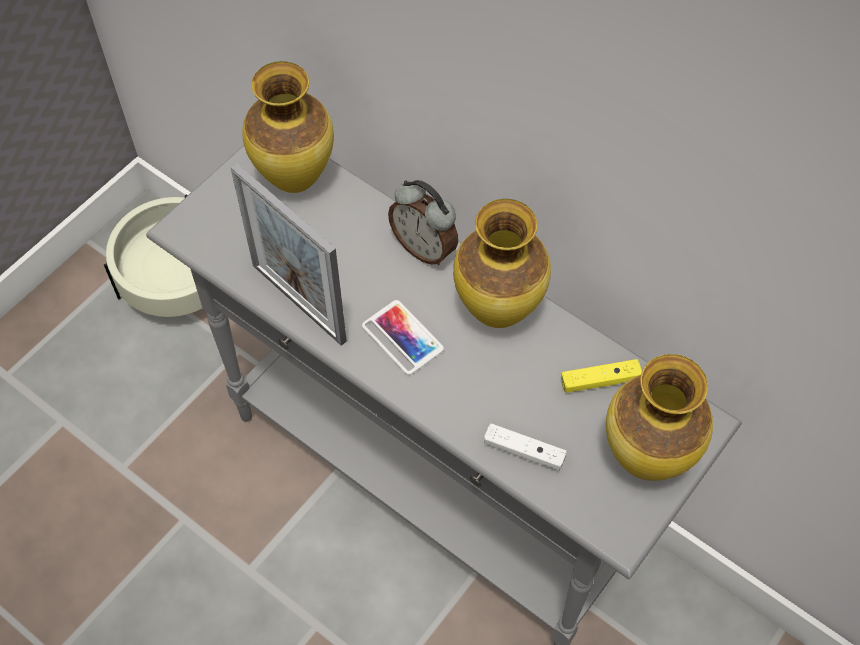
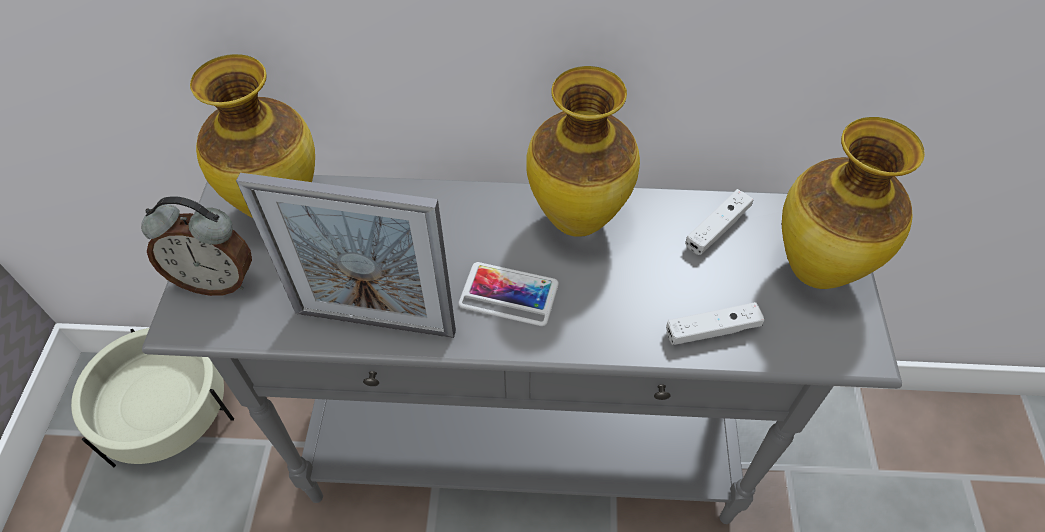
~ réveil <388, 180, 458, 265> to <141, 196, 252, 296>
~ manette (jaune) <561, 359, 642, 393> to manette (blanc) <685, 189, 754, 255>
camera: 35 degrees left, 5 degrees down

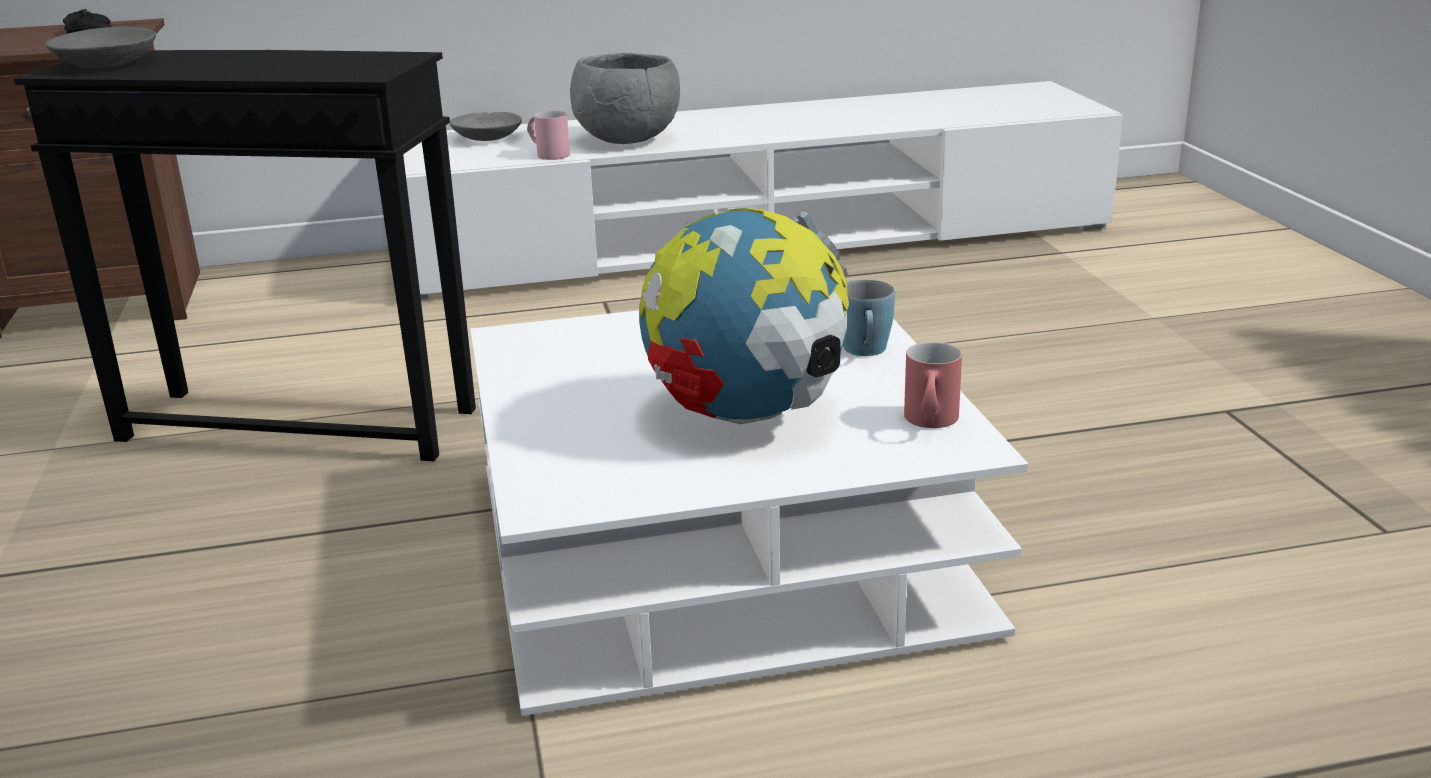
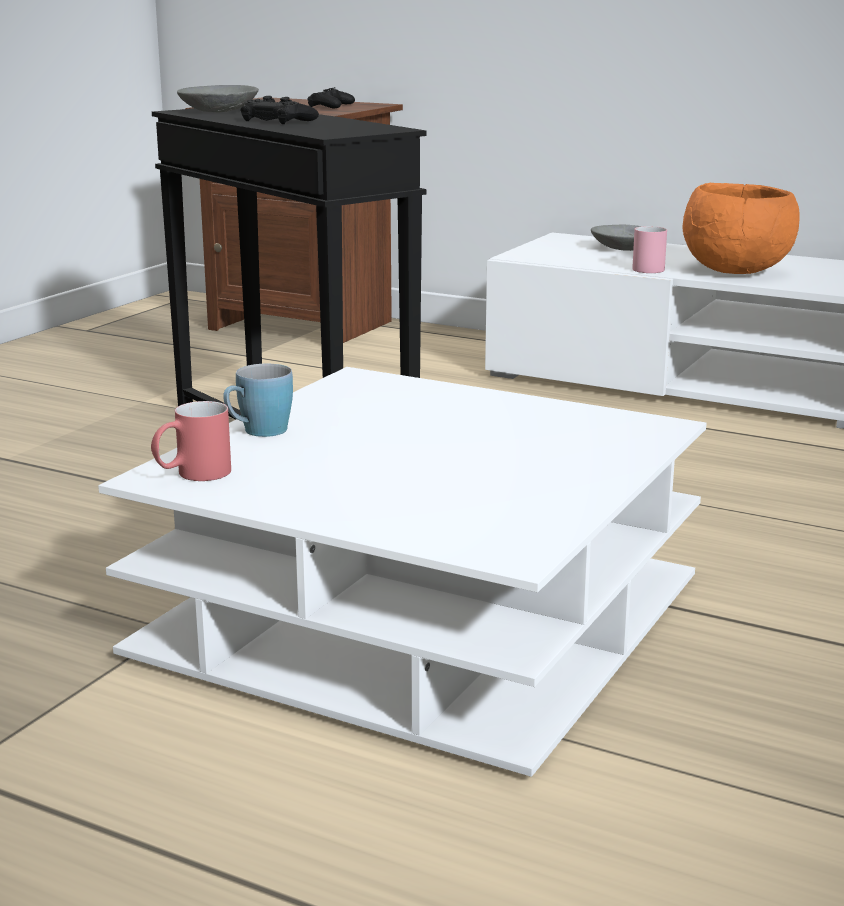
~ mug (rouge) <904, 342, 962, 428> to <151, 401, 231, 481>
~ mug (bleu) <843, 280, 895, 356> to <223, 364, 293, 437>
+ manette (noir) <240, 96, 319, 124>
~ bol (gris) <570, 53, 680, 144> to bol (orange) <683, 183, 800, 274>
- globe <639, 208, 849, 424>
camera: 40 degrees right, 5 degrees down

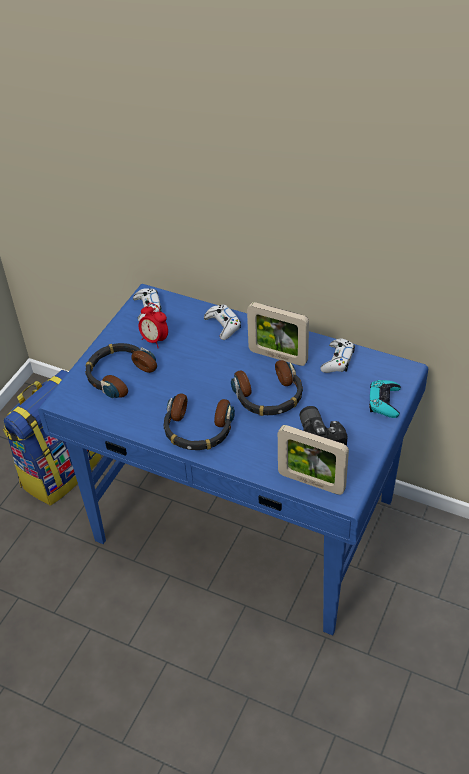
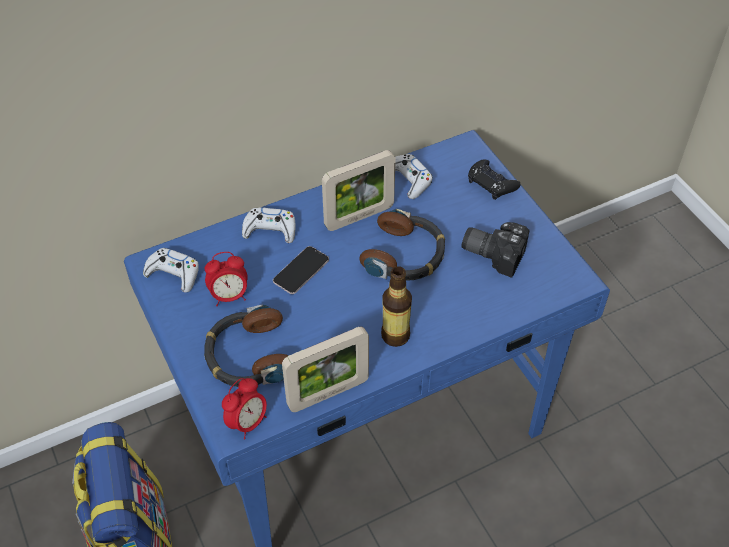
+ réveil <222, 378, 267, 439>
+ téléphone <273, 246, 329, 294>
~ cadre photo <278, 425, 349, 495> to <282, 327, 369, 412>
~ casque audio <164, 394, 235, 450> to bouteille <381, 266, 412, 347>
~ manette (turquoise) <369, 380, 401, 418> to manette (noir) <468, 160, 521, 200>
camera: 55 degrees left, 5 degrees up

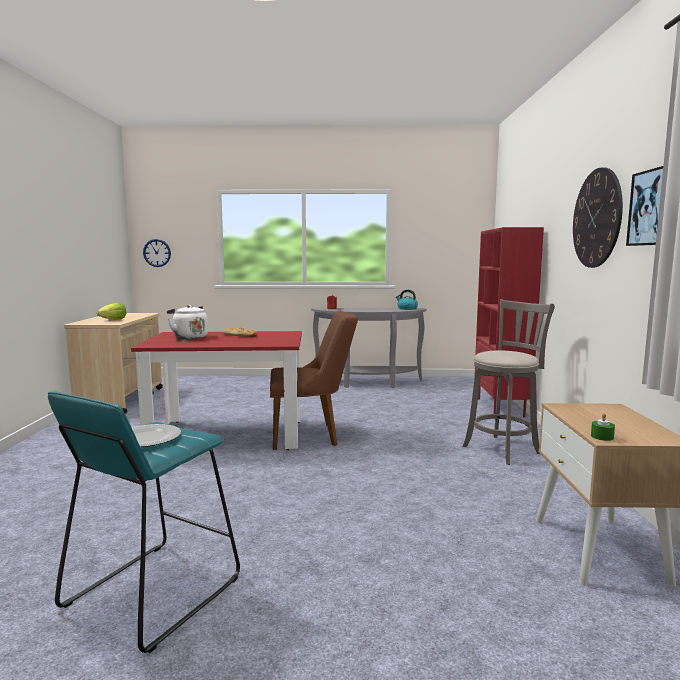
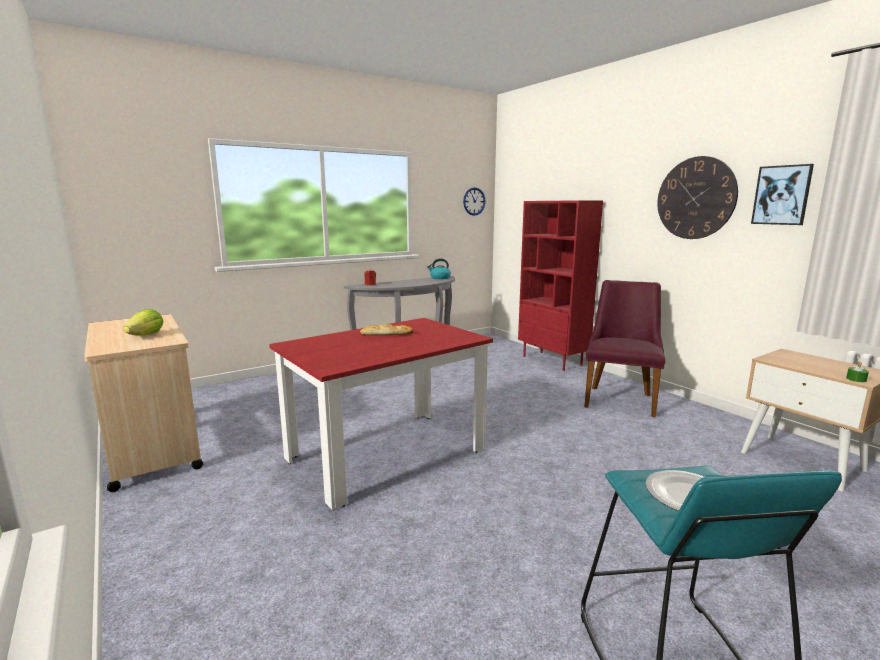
~ horloge murale <143, 239, 171, 267> to <463, 187, 486, 216>
~ tabouret (gris) <463, 299, 555, 465> to chaise (violet) <584, 280, 665, 417>
- bouilloire (blanc) <167, 305, 208, 339>
- chaise (marron) <270, 311, 358, 450>
camera: 35 degrees left, 5 degrees up

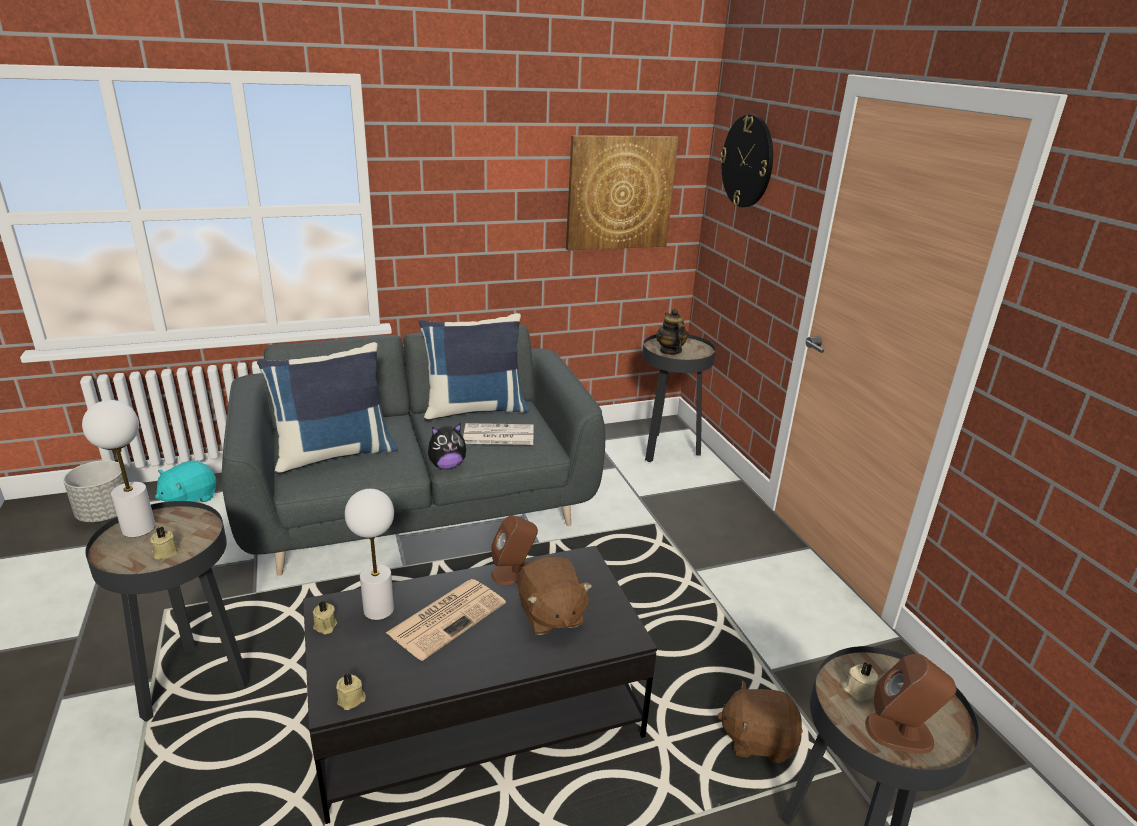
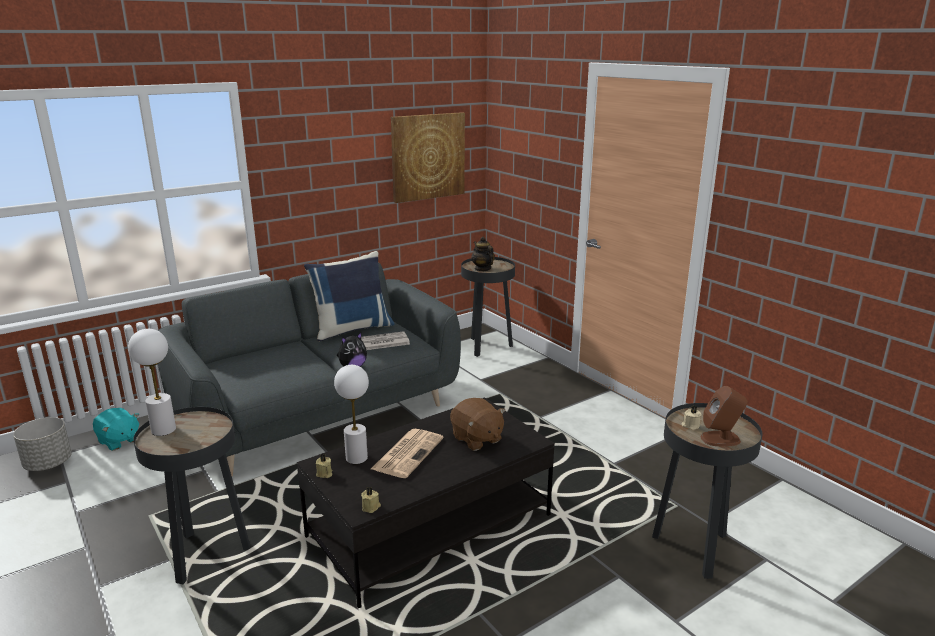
~ peluche (turquoise) <155, 461, 216, 502> = <93, 408, 139, 451> 75 degrees counterclockwise
- bougie (beige) <150, 526, 178, 559>
- coussin (bleu) <257, 342, 398, 474>
- enceinte (marron) <491, 515, 538, 585>
- peluche (marron) <717, 680, 803, 763>
- horloge murale <720, 114, 773, 207>
camera: 15 degrees left, 5 degrees down

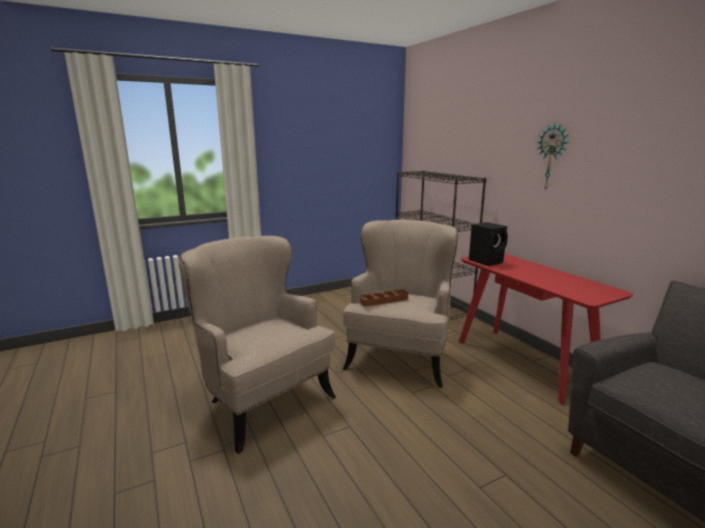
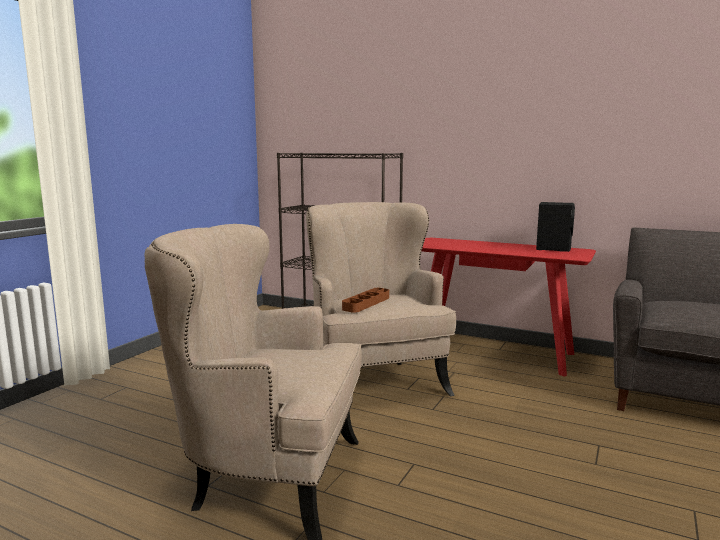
~ enceinte (noir) <469, 222, 508, 266> to <536, 202, 575, 252>
- horloge murale <537, 123, 569, 191>
camera: 35 degrees left, 5 degrees down

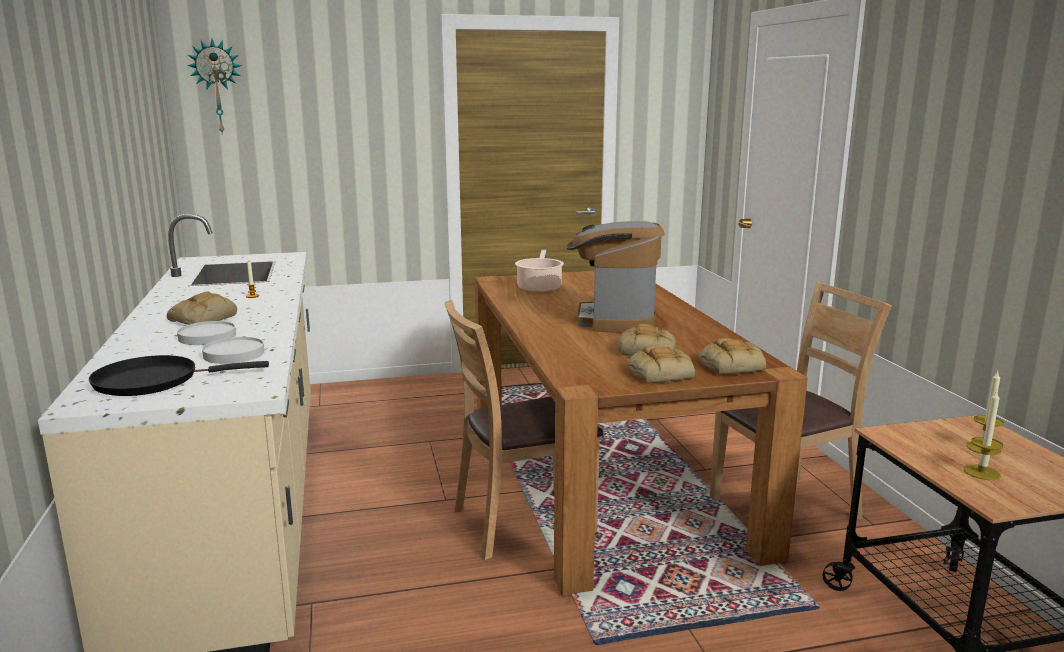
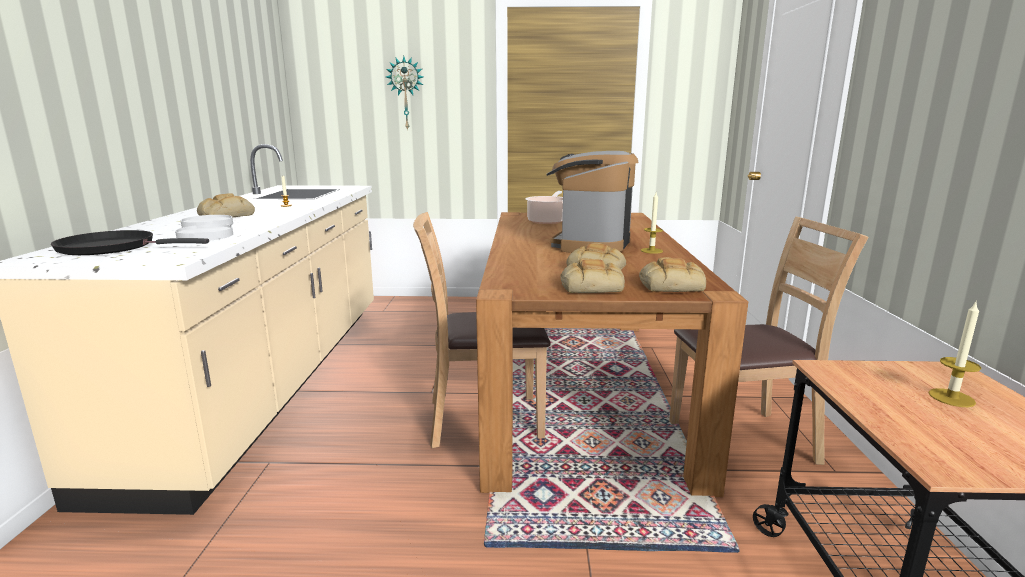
~ horloge murale <187, 39, 242, 133> to <386, 56, 423, 131>
~ bougie <964, 390, 1003, 480> to <641, 193, 663, 254>
camera: 15 degrees right, 0 degrees up

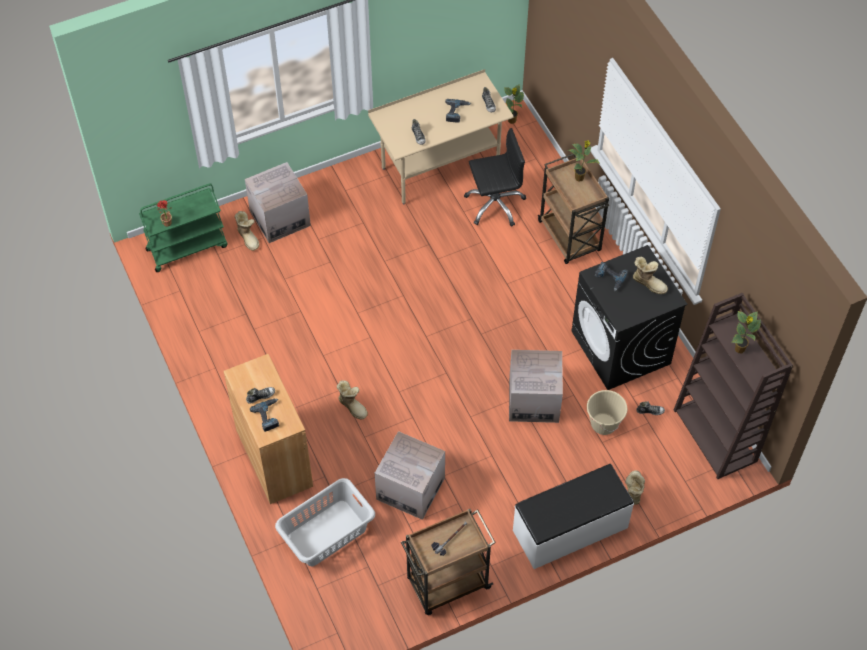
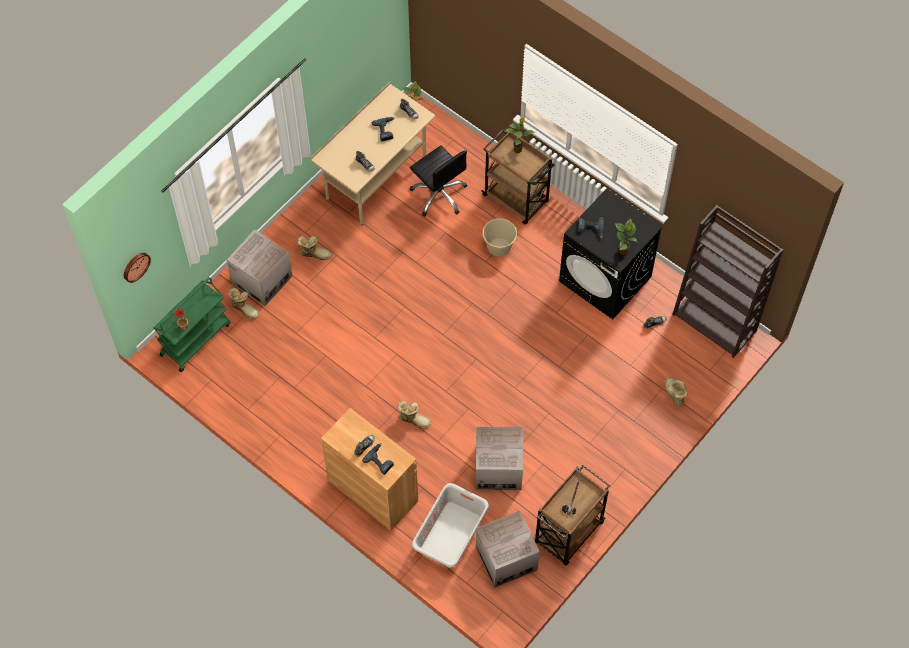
+ horloge murale <124, 253, 151, 283>
~ botte <633, 257, 668, 294> to <297, 236, 331, 260>
~ chaise de bureau (noir) <464, 128, 526, 227> = <410, 145, 467, 217> 90 degrees clockwise
~ carton <509, 350, 563, 423> to <476, 511, 540, 588>
~ seau (beige) <587, 390, 627, 435> to <482, 218, 517, 257>
~ plante en pot <731, 311, 761, 353> to <615, 218, 637, 255>
- banc (blanc) <513, 464, 634, 569>
camera: 25 degrees left, 5 degrees up

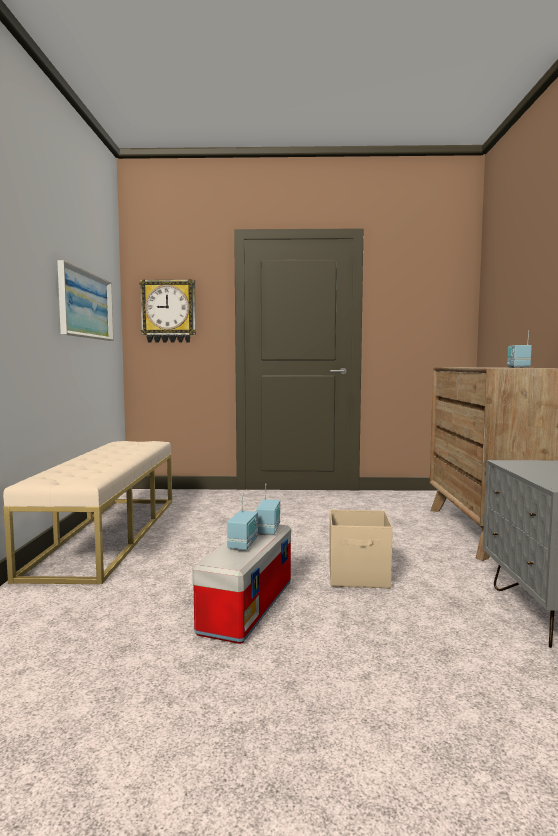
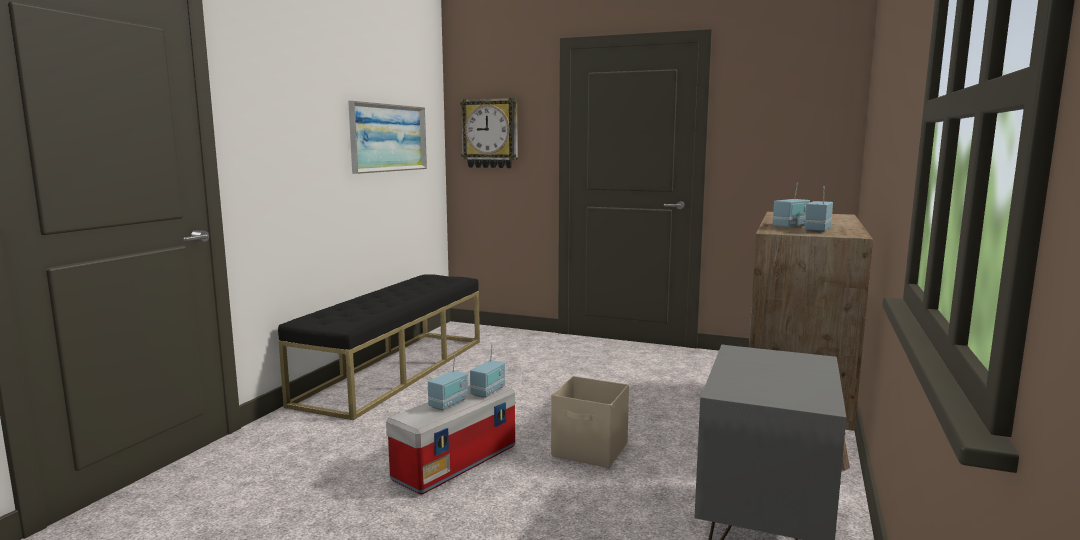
~ banc (beige) <3, 441, 172, 584> to banc (noir) <278, 274, 480, 420>
+ radio <772, 182, 810, 228>
camera: 20 degrees right, 5 degrees up

